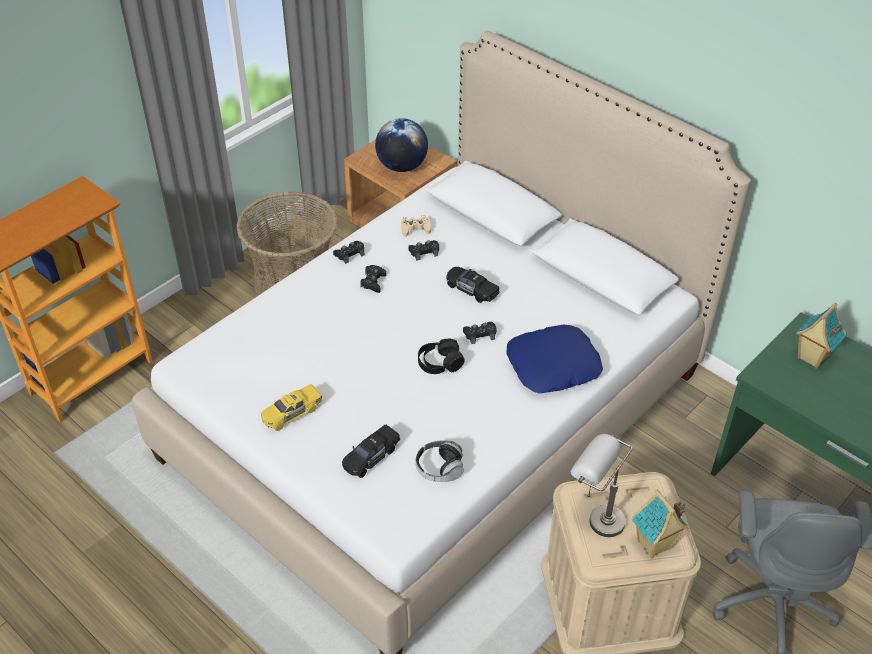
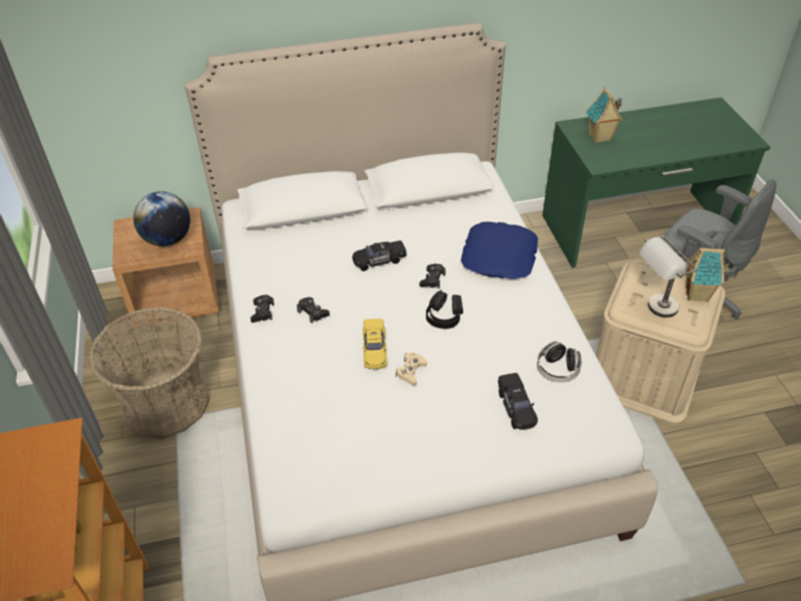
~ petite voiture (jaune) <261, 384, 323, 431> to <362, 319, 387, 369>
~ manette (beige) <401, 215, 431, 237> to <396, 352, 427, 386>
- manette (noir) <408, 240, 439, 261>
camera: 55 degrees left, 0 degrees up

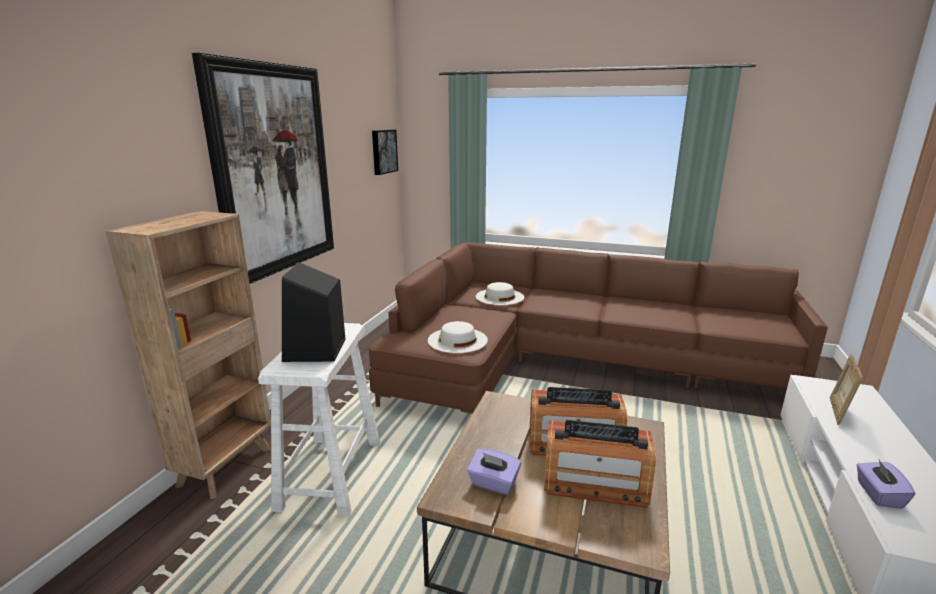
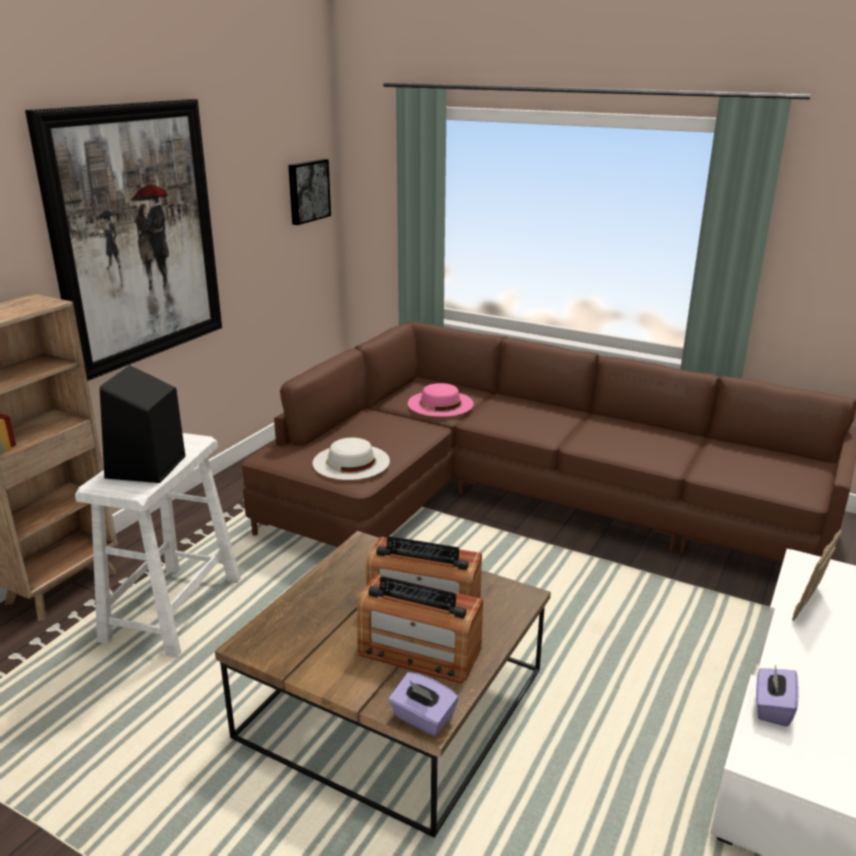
~ boîte à mouchoirs (violet) <467, 449, 521, 495> to <389, 672, 458, 736>
~ chapeau (blanc) <476, 282, 524, 305> to chapeau (rose) <408, 383, 474, 417>
camera: 10 degrees right, 5 degrees up

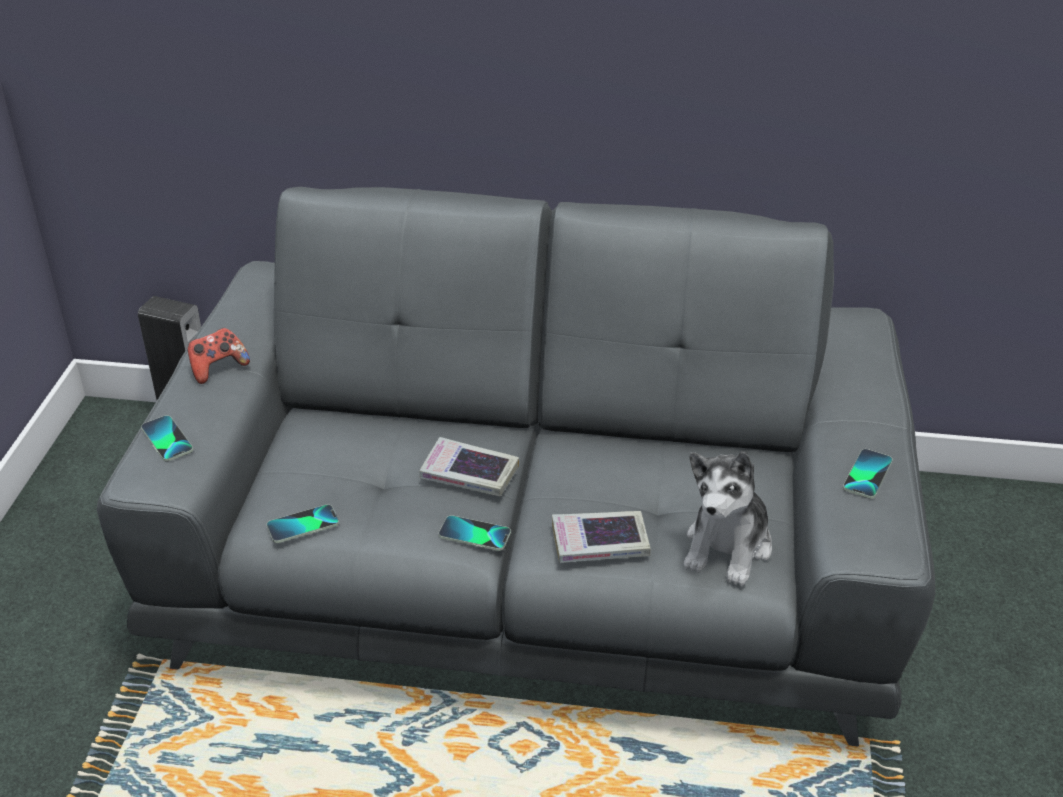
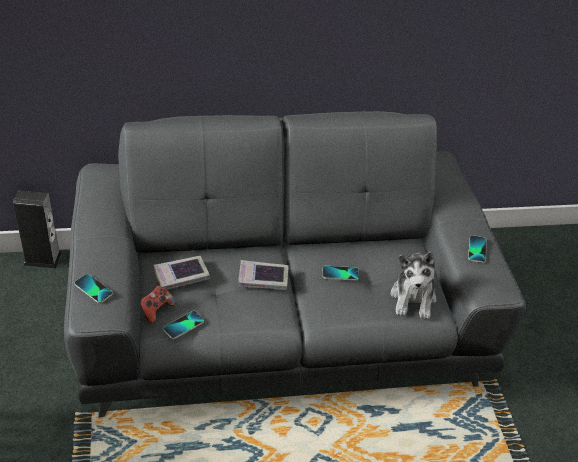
~ manette <187, 328, 250, 384> to <140, 286, 175, 324>
~ livre <552, 511, 651, 563> to <154, 256, 210, 290>
~ téléphone <439, 515, 511, 551> to <323, 266, 359, 281>
camera: 20 degrees left, 5 degrees up

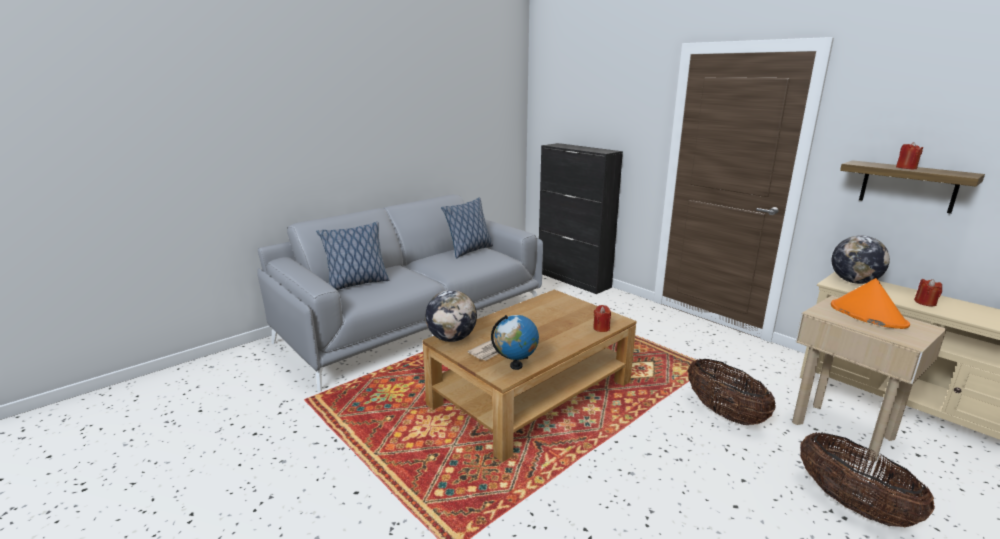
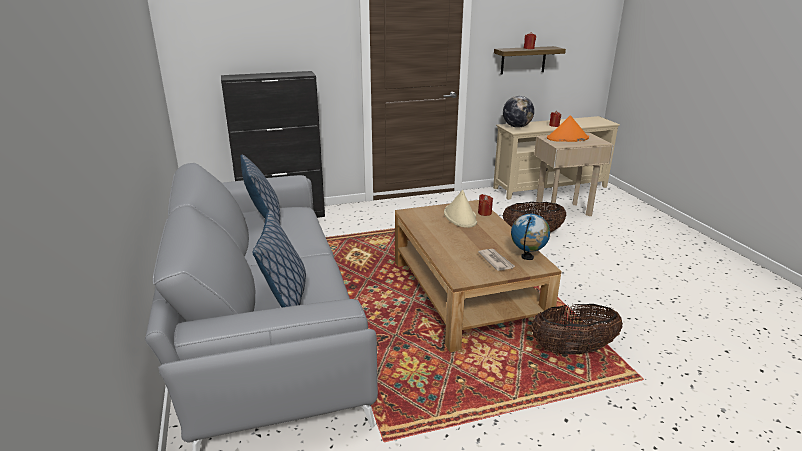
+ chapeau (beige) <444, 190, 477, 228>
~ panier <800, 432, 935, 527> to <531, 304, 623, 355>
- globe <425, 290, 477, 342>
camera: 65 degrees left, 5 degrees up

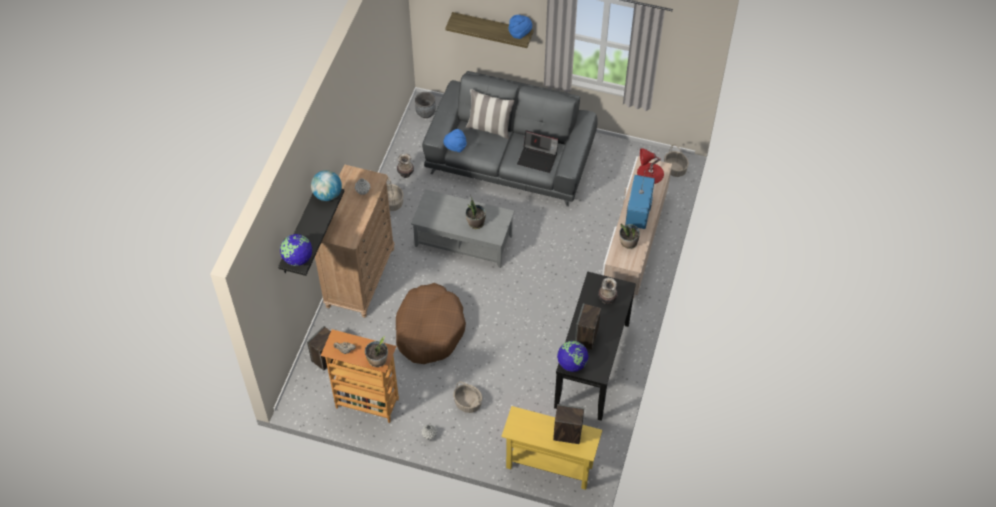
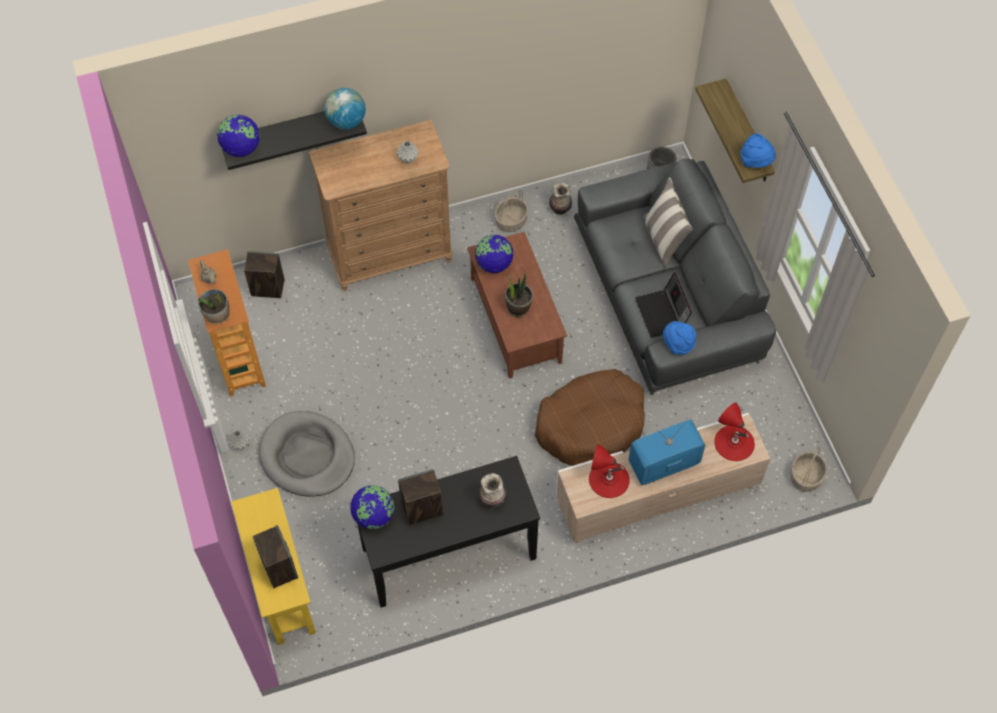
~ panier <453, 382, 482, 413> to panier pour chien (gris) <259, 411, 355, 497>
~ table basse (gris) <411, 189, 514, 268> to table basse (marron) <467, 232, 567, 379>
+ globe <475, 235, 513, 273>
~ panier pour chien (marron) <396, 283, 466, 364> to <535, 369, 645, 466>
~ plante en pot <619, 224, 640, 249> to lampe de table (rouge) <589, 444, 630, 498>
~ chapeau (bleu) <443, 129, 467, 152> to <663, 321, 696, 355>
camera: 55 degrees right, 5 degrees up

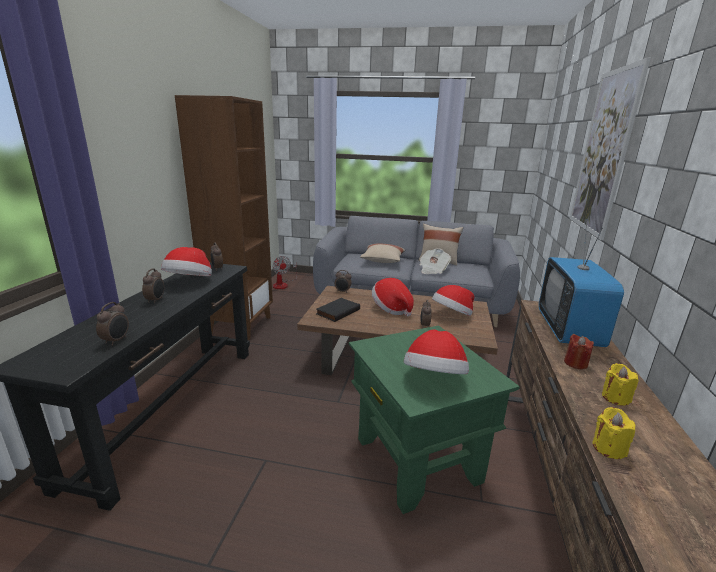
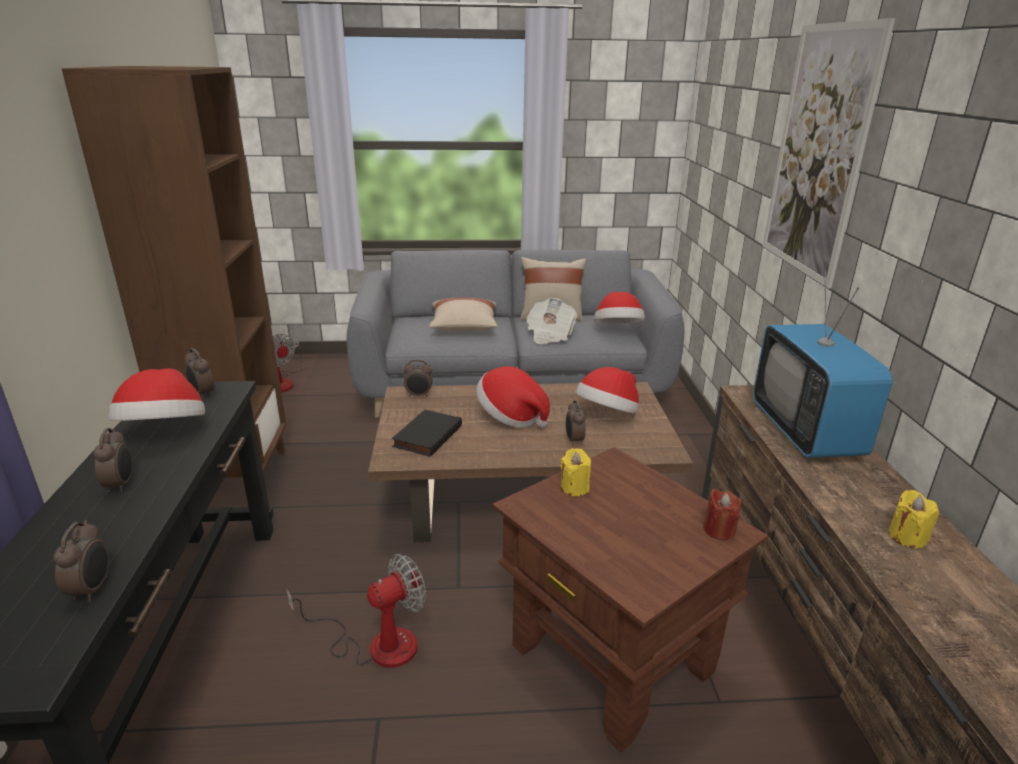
+ ventilateur <286, 554, 426, 668>
~ table d'appoint (vert) <349, 325, 520, 514> to table d'appoint (marron) <492, 447, 768, 753>
~ bougie (jaune) <592, 407, 635, 459> to <561, 448, 591, 496>
~ chapeau <404, 329, 469, 374> to <594, 292, 645, 323>
~ bougie (rouge) <564, 334, 594, 369> to <703, 489, 741, 540>
camera: 15 degrees left, 5 degrees up

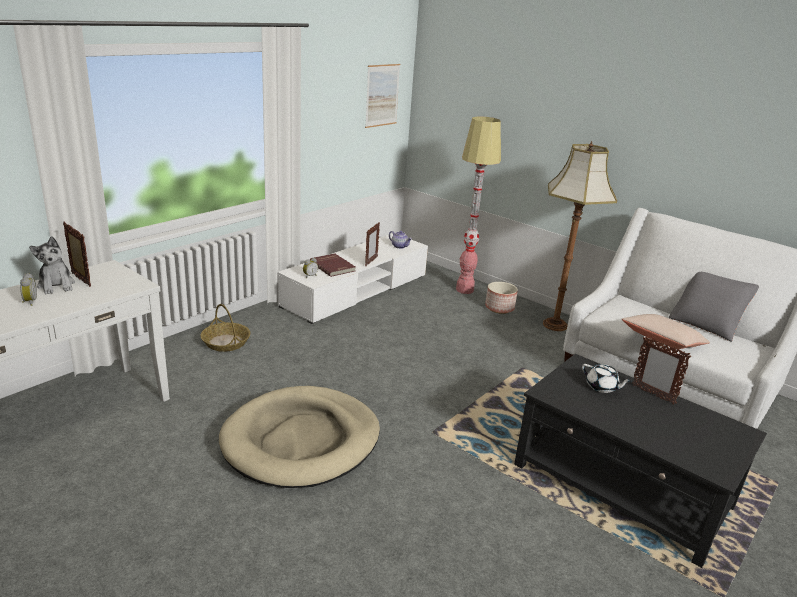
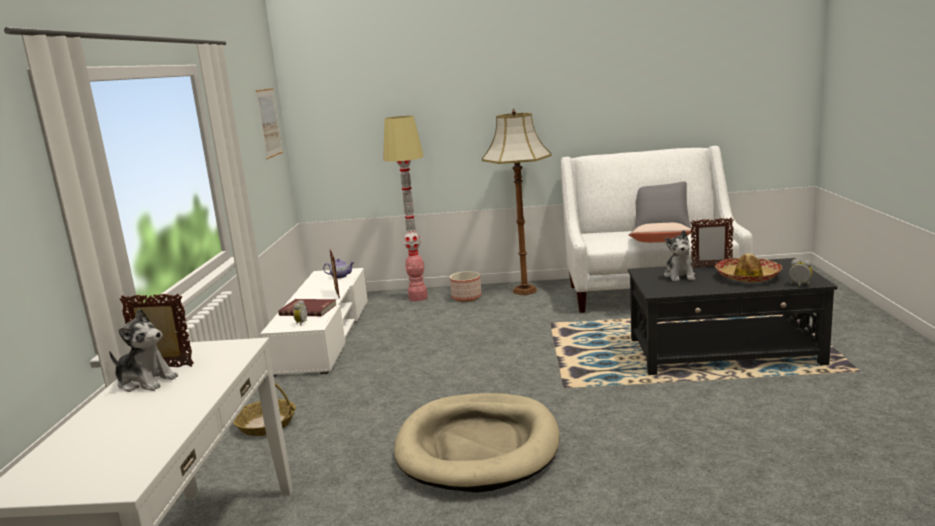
~ théière (blanc) <582, 364, 632, 393> to peluche <664, 230, 695, 282>
+ chapeau <715, 253, 782, 283>
~ réveil <20, 273, 37, 306> to <789, 259, 813, 287>
camera: 35 degrees left, 10 degrees down

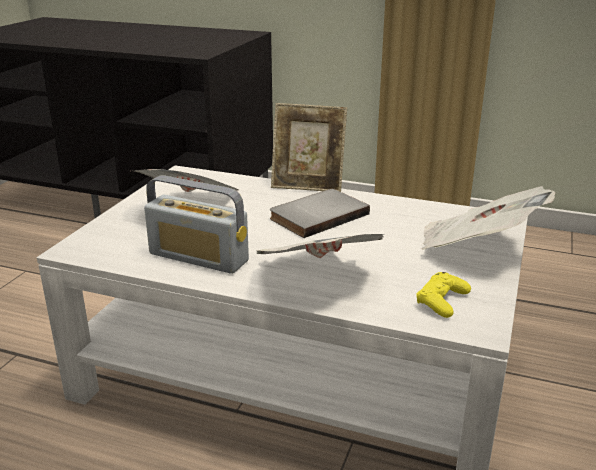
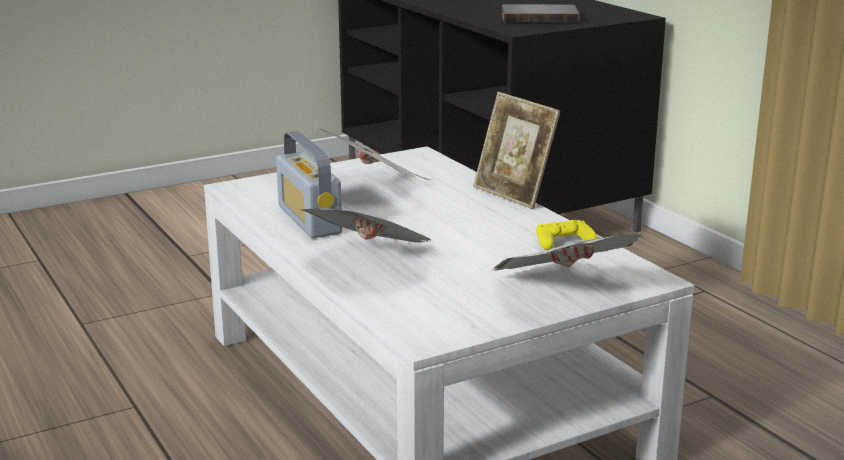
~ livre (gris) <270, 189, 370, 238> to <502, 4, 580, 23>
~ manette (jaune) <416, 272, 471, 318> to <536, 220, 597, 250>
camera: 40 degrees right, 5 degrees down

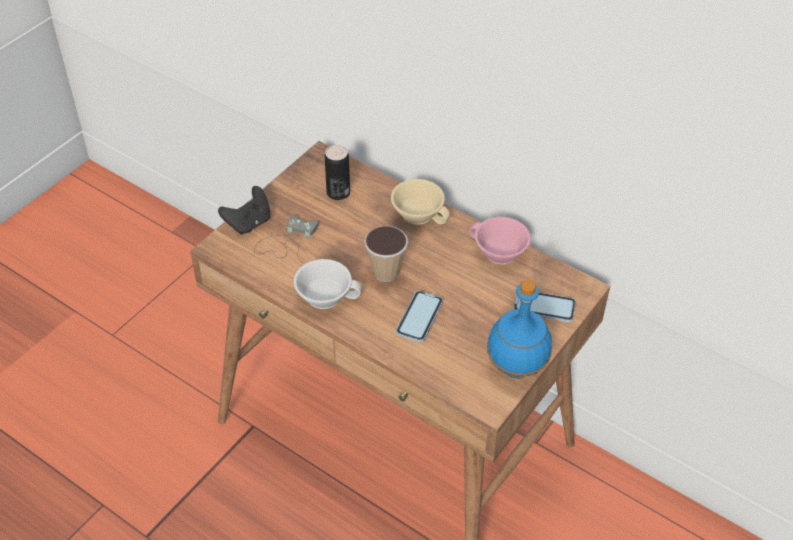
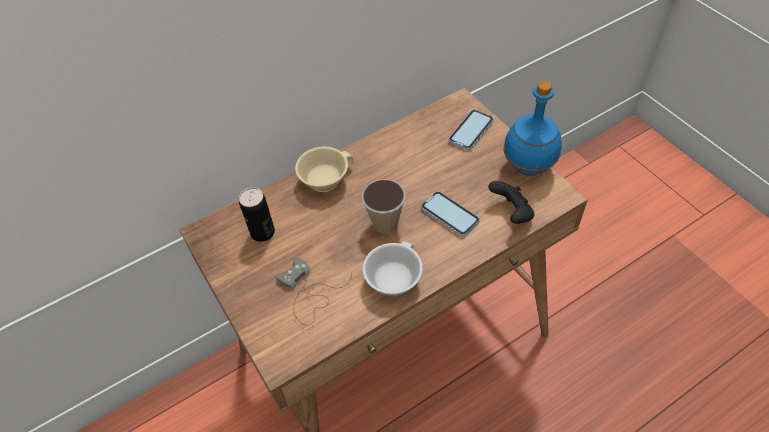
~ manette (noir) <218, 186, 271, 235> to <488, 181, 534, 224>
- tasse (rose) <469, 217, 531, 264>
camera: 65 degrees left, 5 degrees up

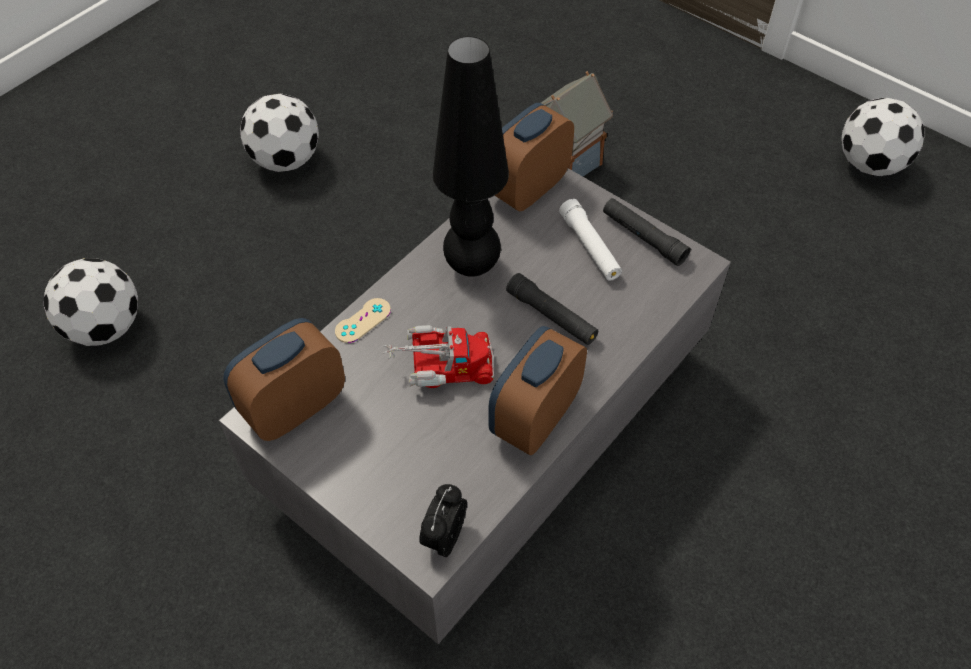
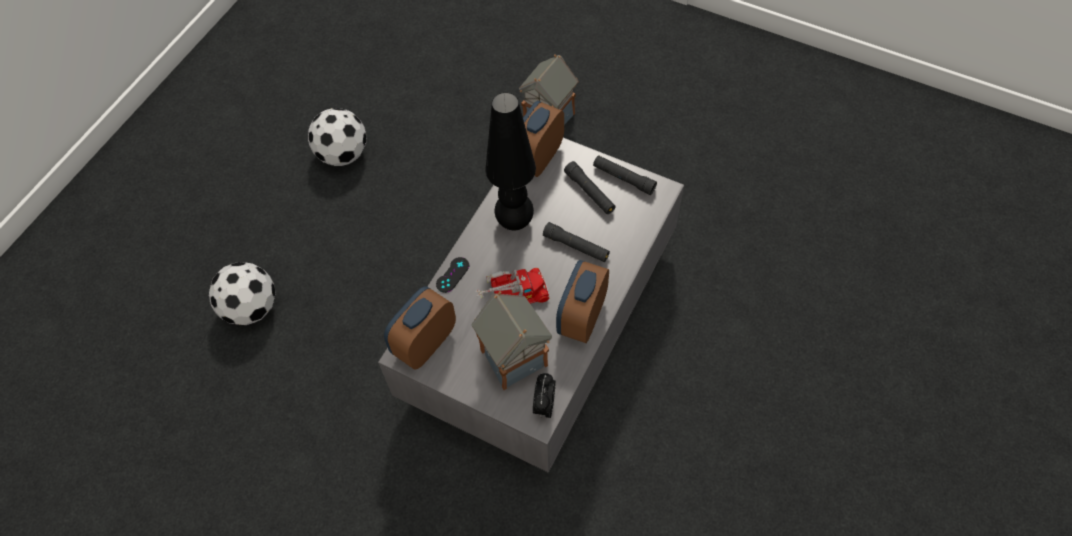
~ manette (beige) <335, 298, 391, 343> to manette (noir) <436, 257, 469, 293>
+ maison miniature <472, 291, 552, 390>
~ lampe de poche (blanc) <559, 199, 622, 281> to lampe de poche (noir) <564, 161, 616, 214>
- ballon de foot <841, 97, 925, 176>
camera: 10 degrees left, 5 degrees up

